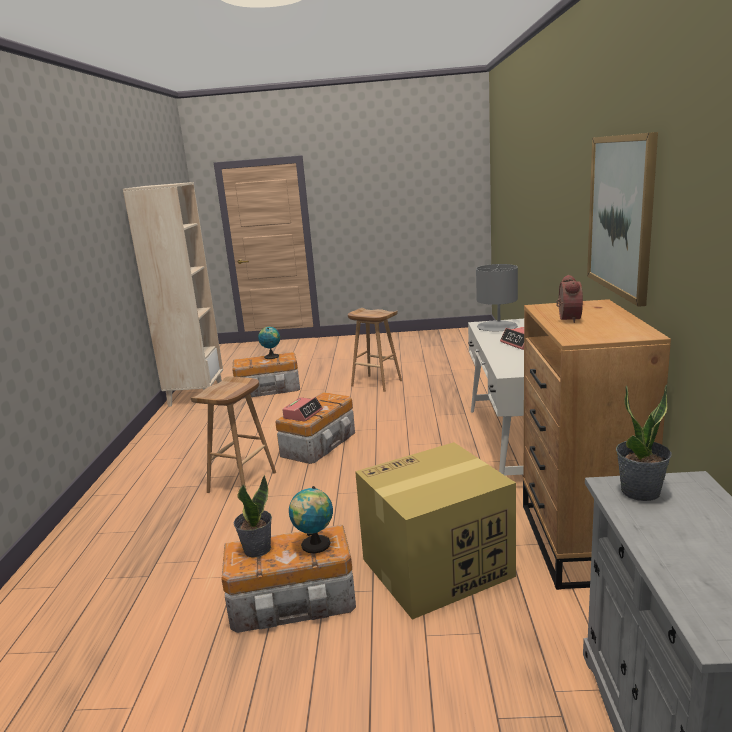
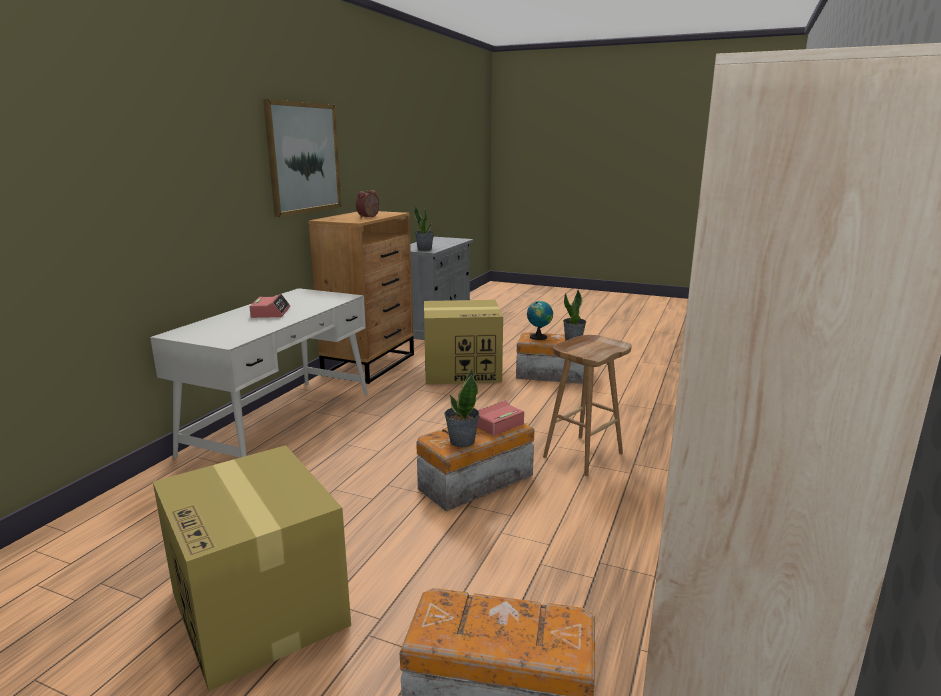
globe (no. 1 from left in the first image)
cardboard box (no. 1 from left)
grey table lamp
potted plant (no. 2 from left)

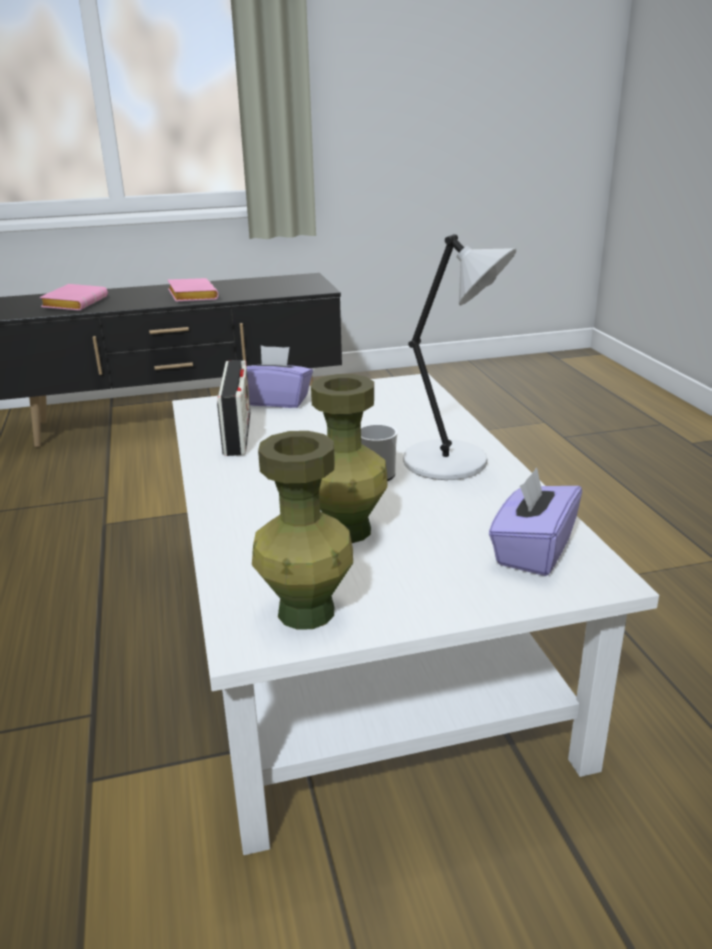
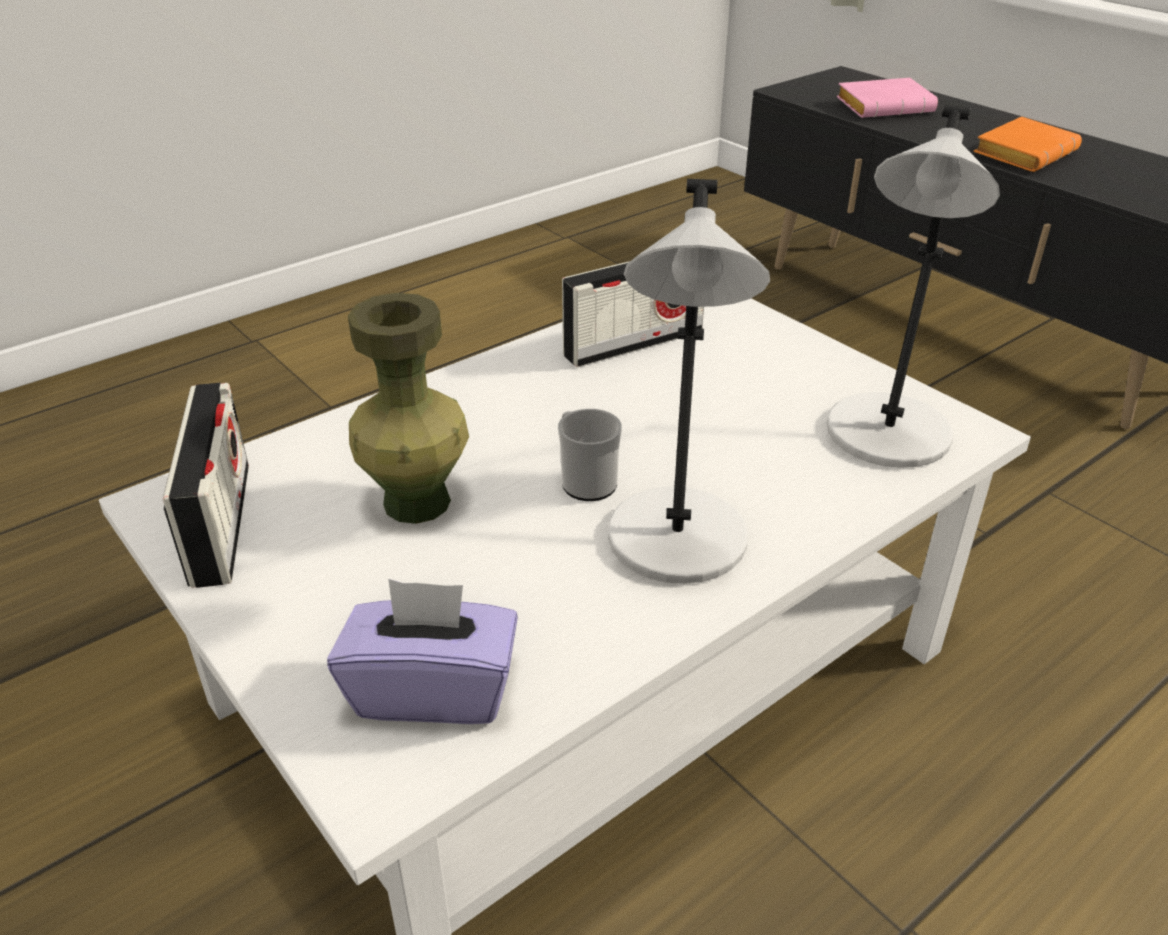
orange book
purple tissue box (no. 1 from left in the first image)
radio (no. 1 from left)
grey table lamp (no. 2 from left)

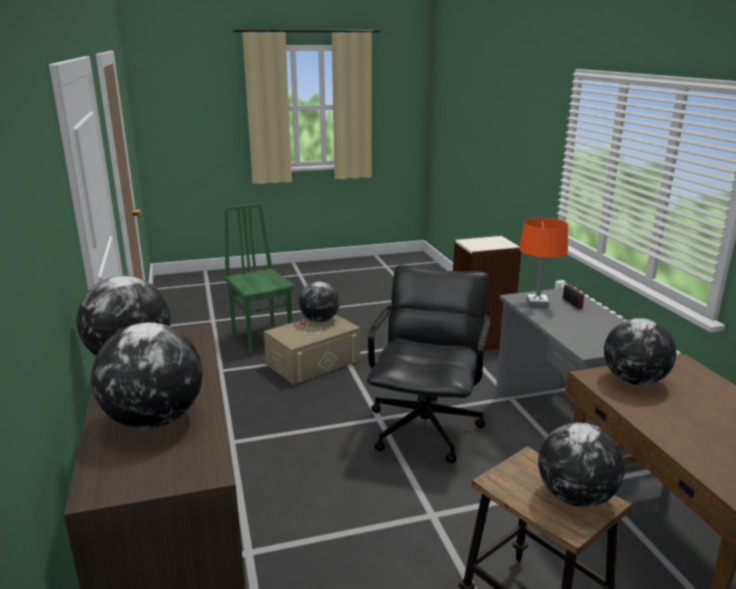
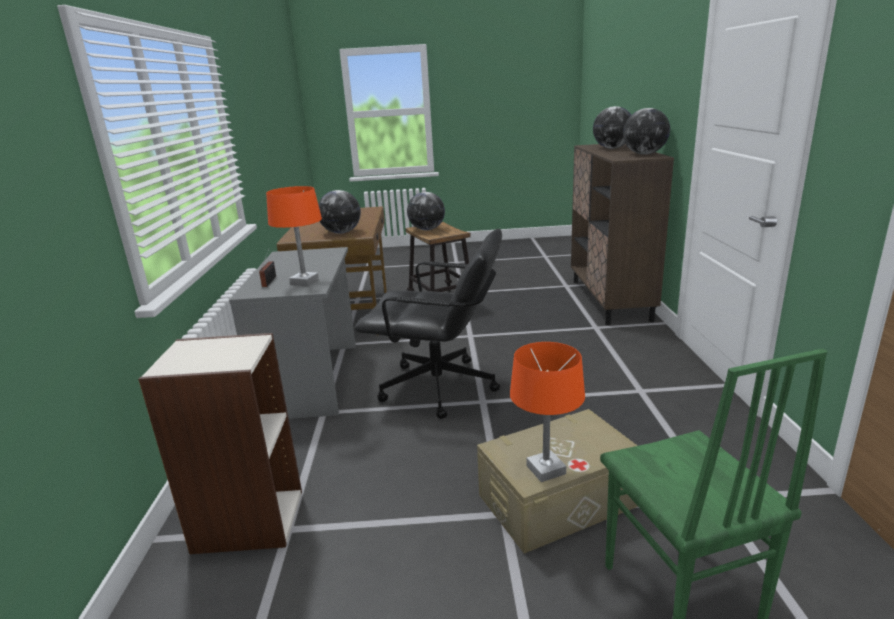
orange table lamp (no. 2 from left)
black office chair

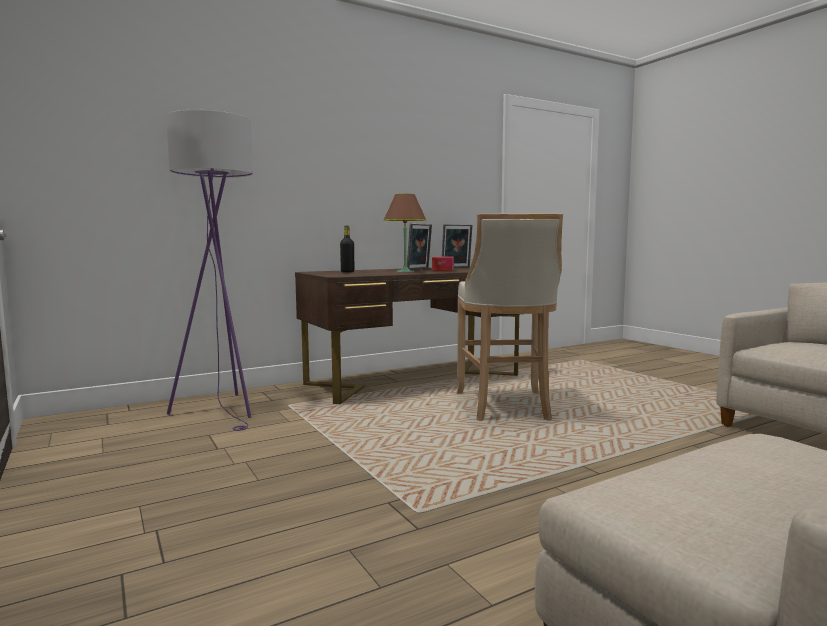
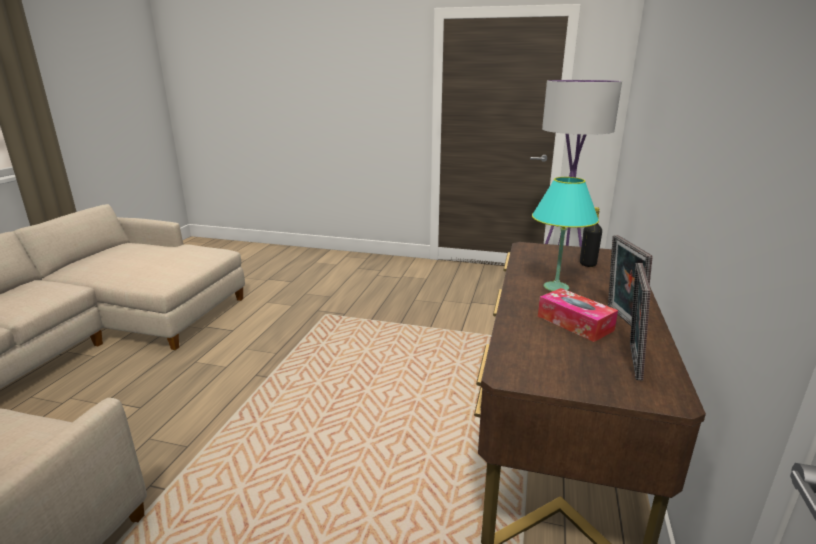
turquoise table lamp
beige stool

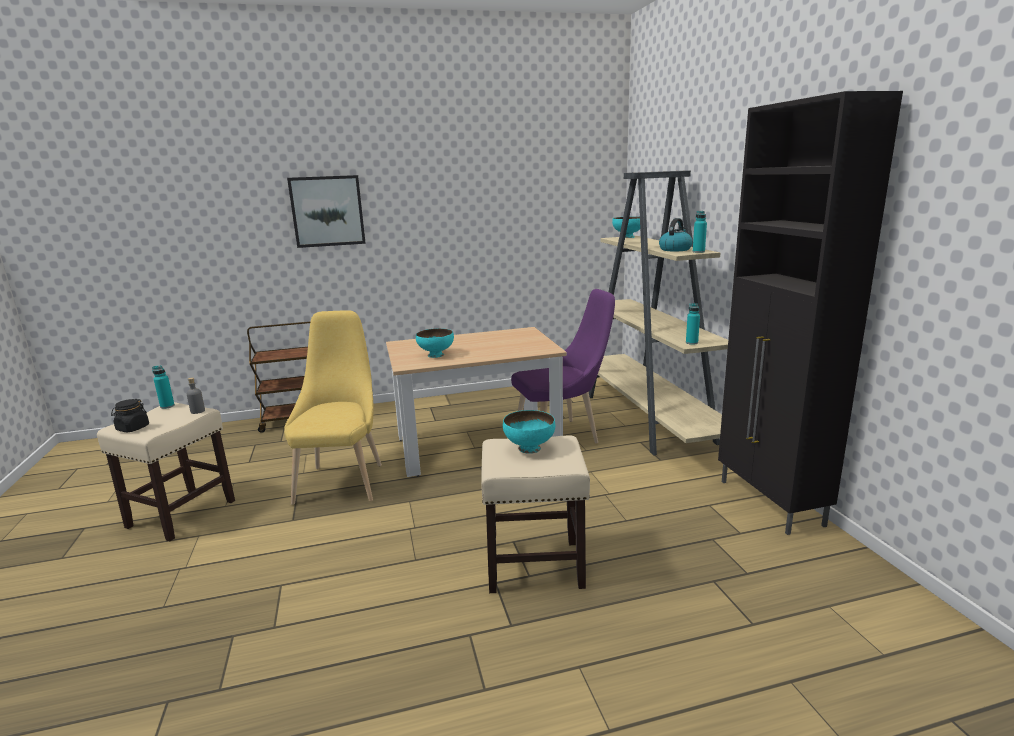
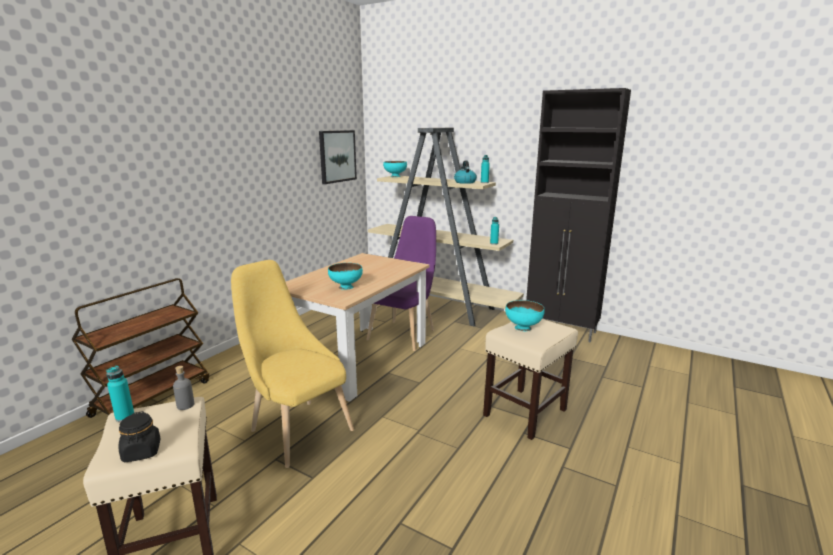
picture

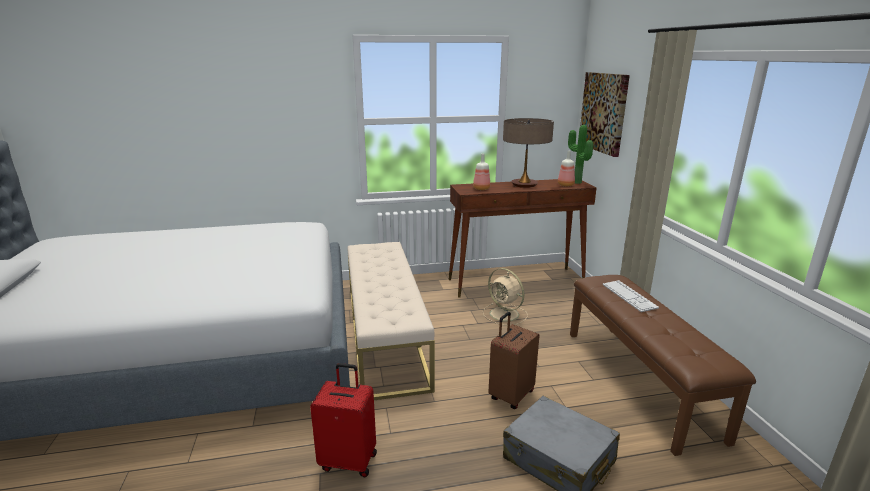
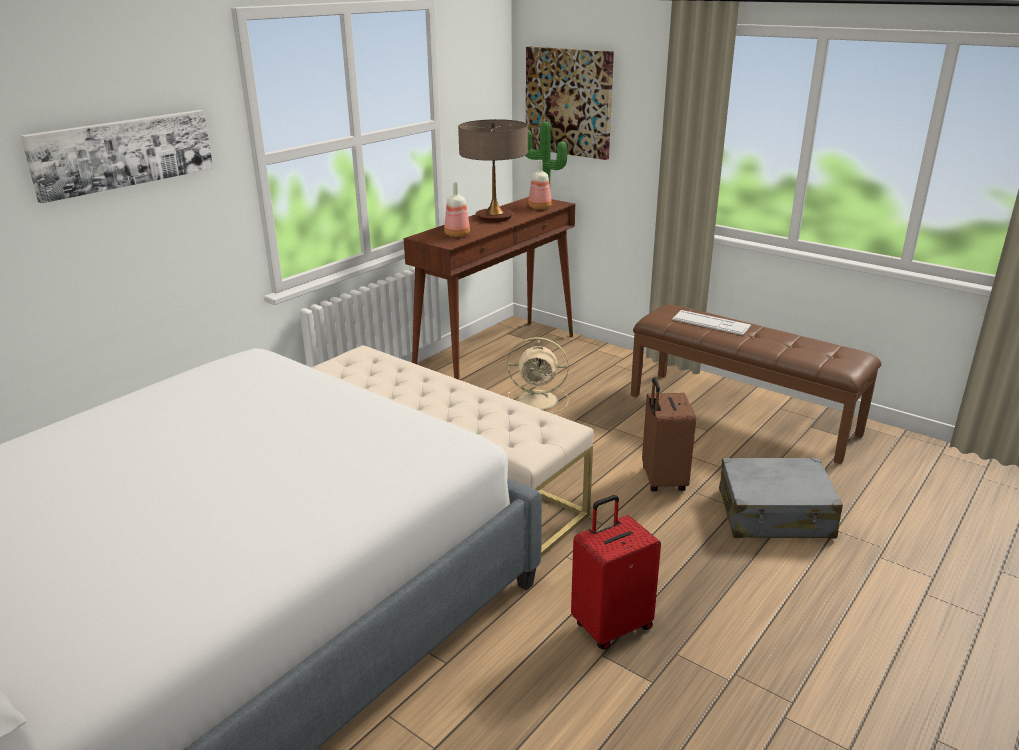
picture (no. 1 from left)

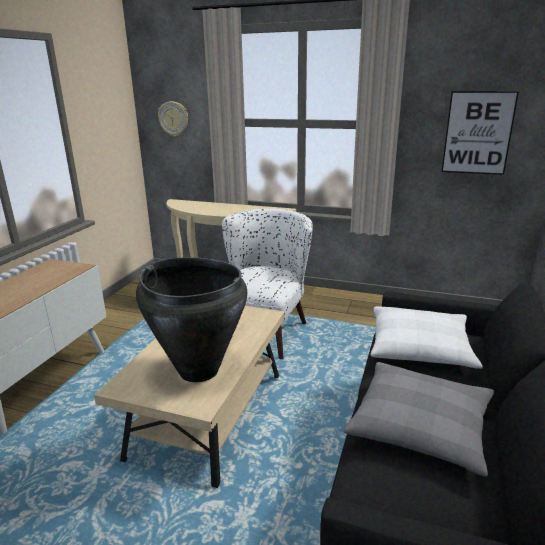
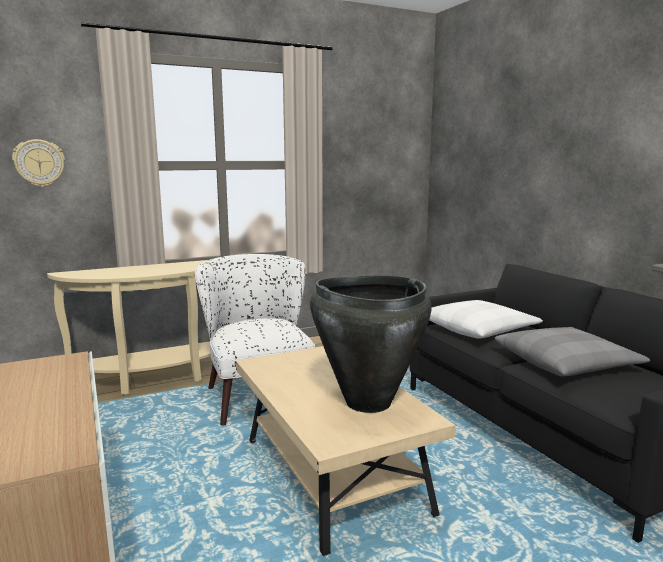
picture

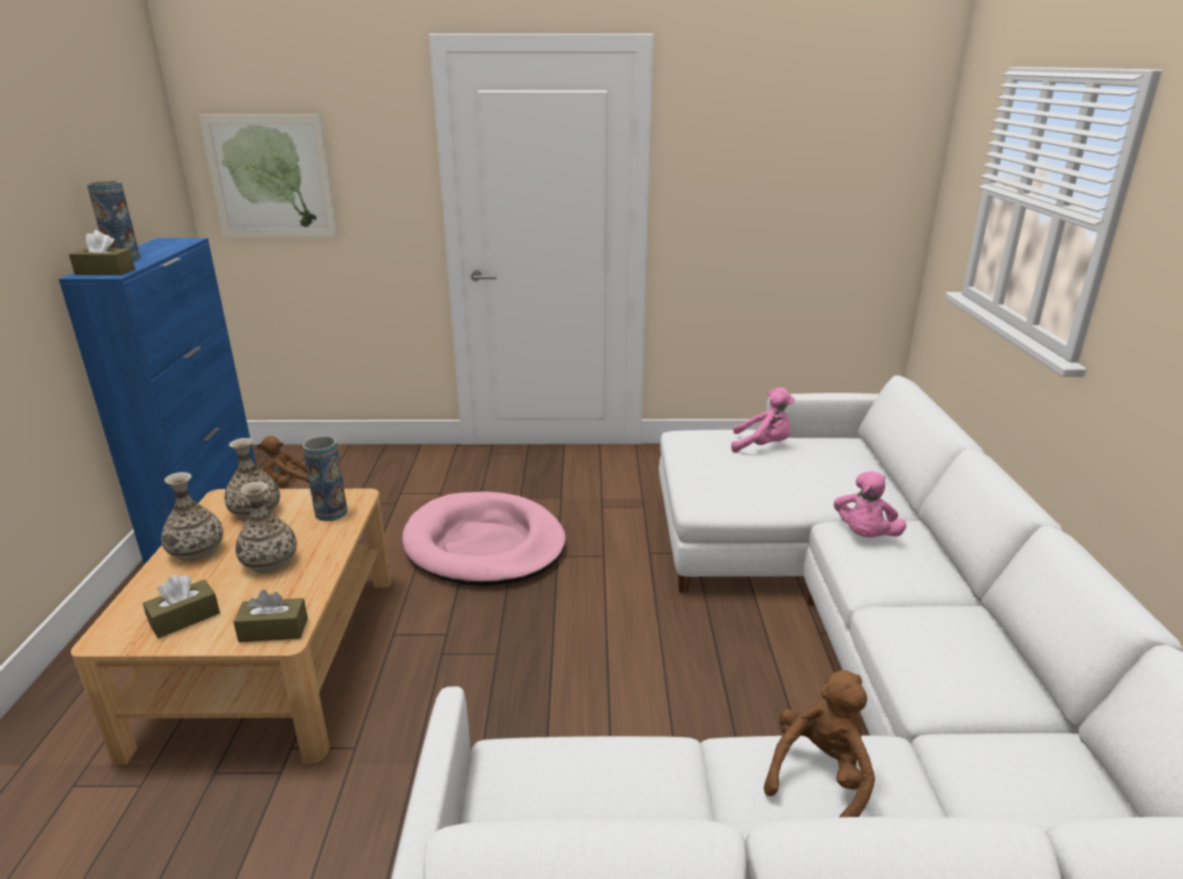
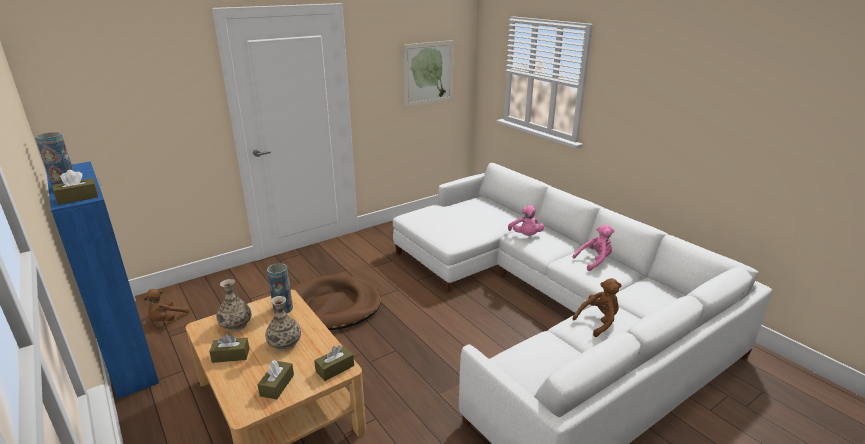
brown tissue box (no. 2 from left)
picture
brown dog bed
pink plush toy (no. 2 from left)
brown plush toy (no. 2 from left)

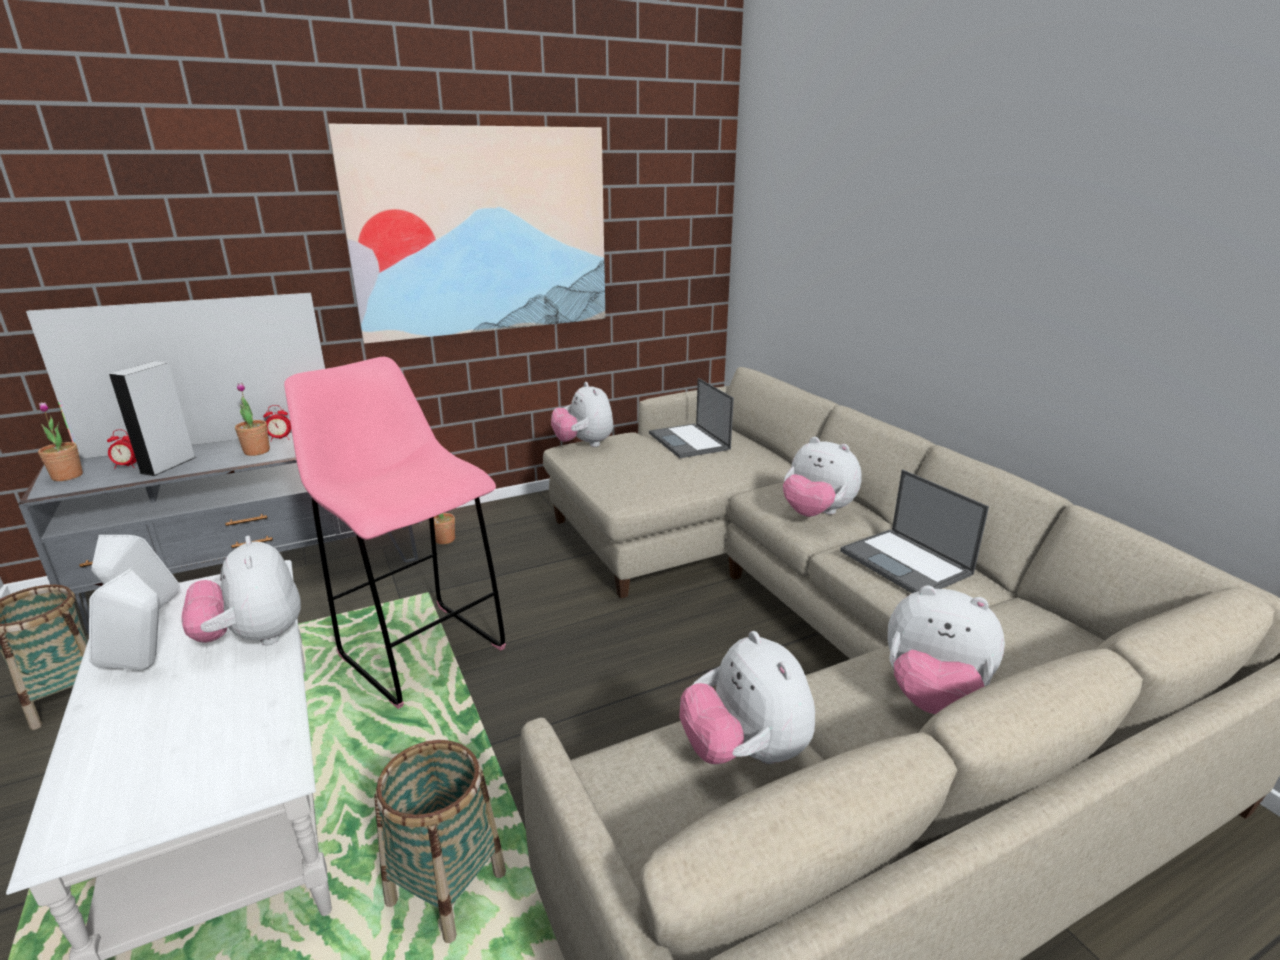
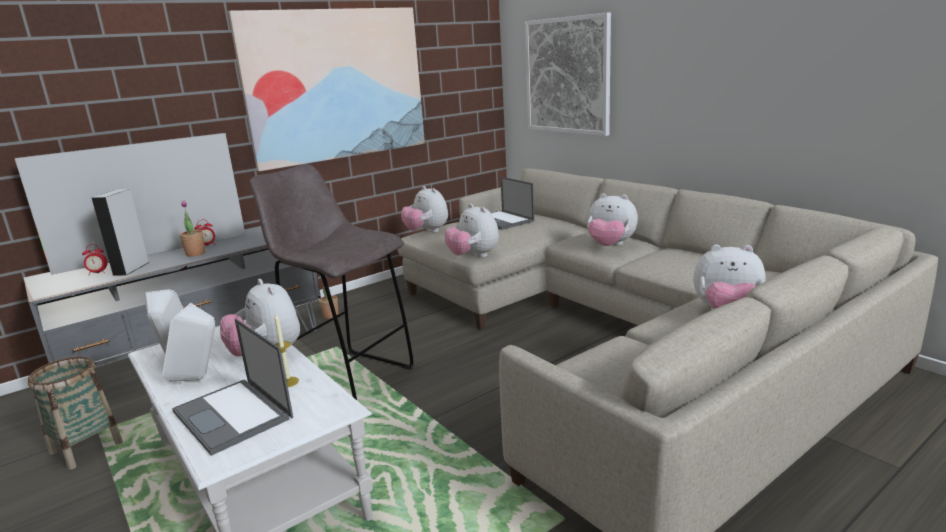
potted plant (no. 1 from left in the first image)
grey stool
basket (no. 2 from left in the first image)
plush toy (no. 3 from left)
laptop (no. 1 from left)
candle
picture (no. 2 from left)

